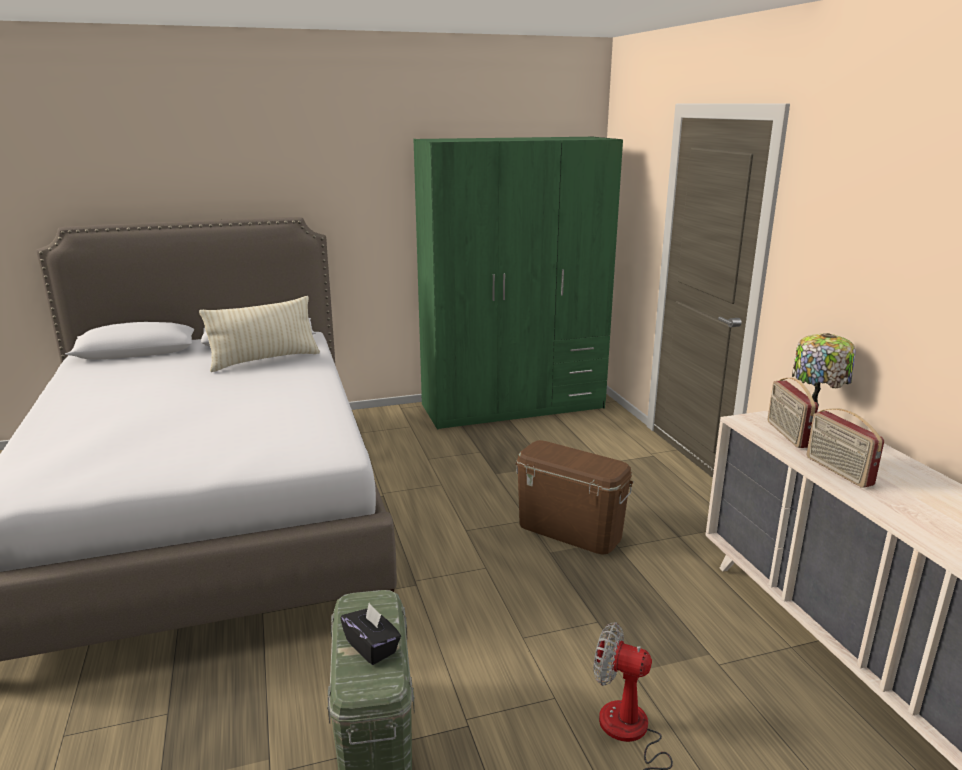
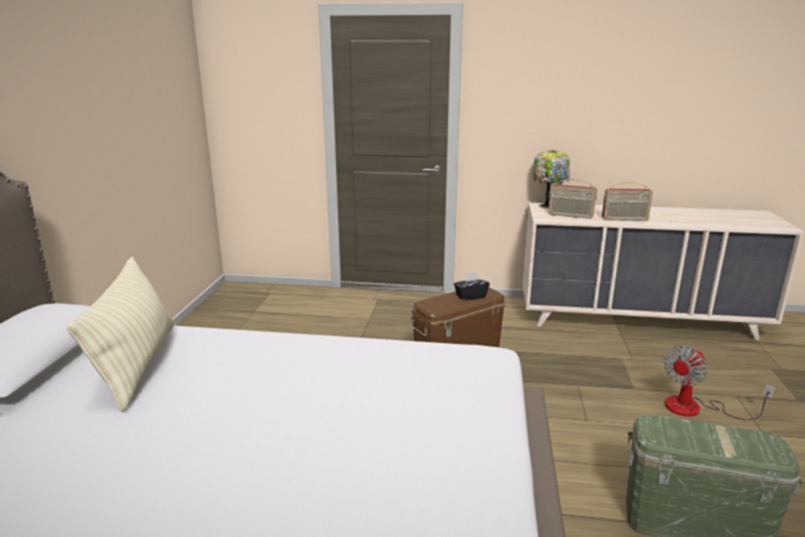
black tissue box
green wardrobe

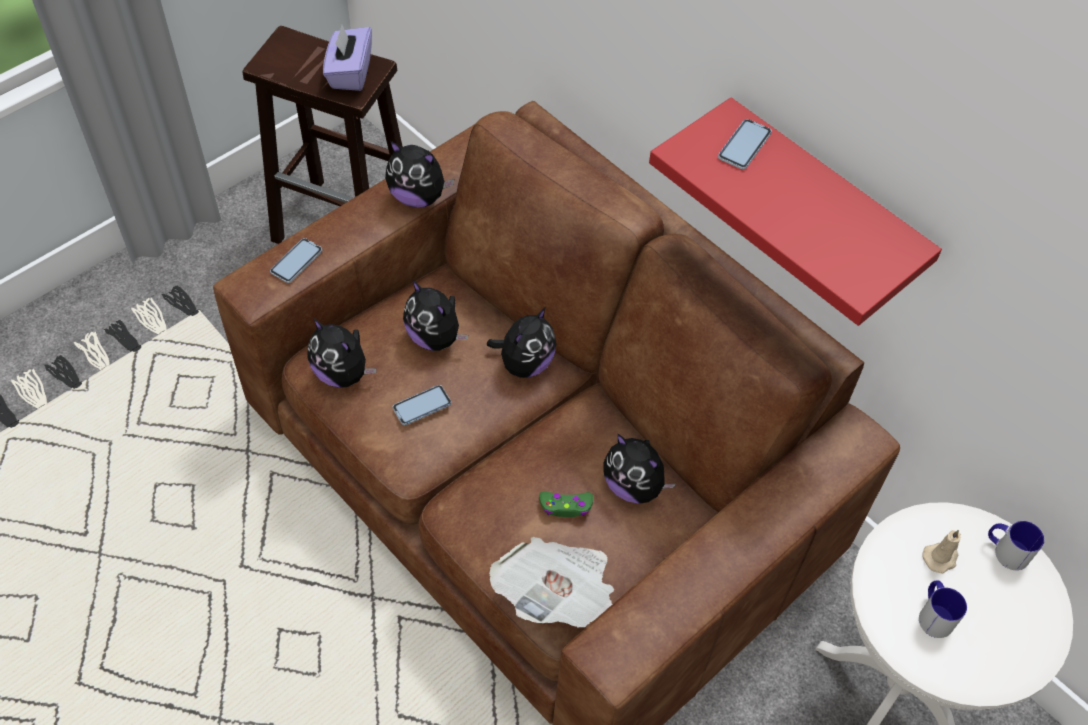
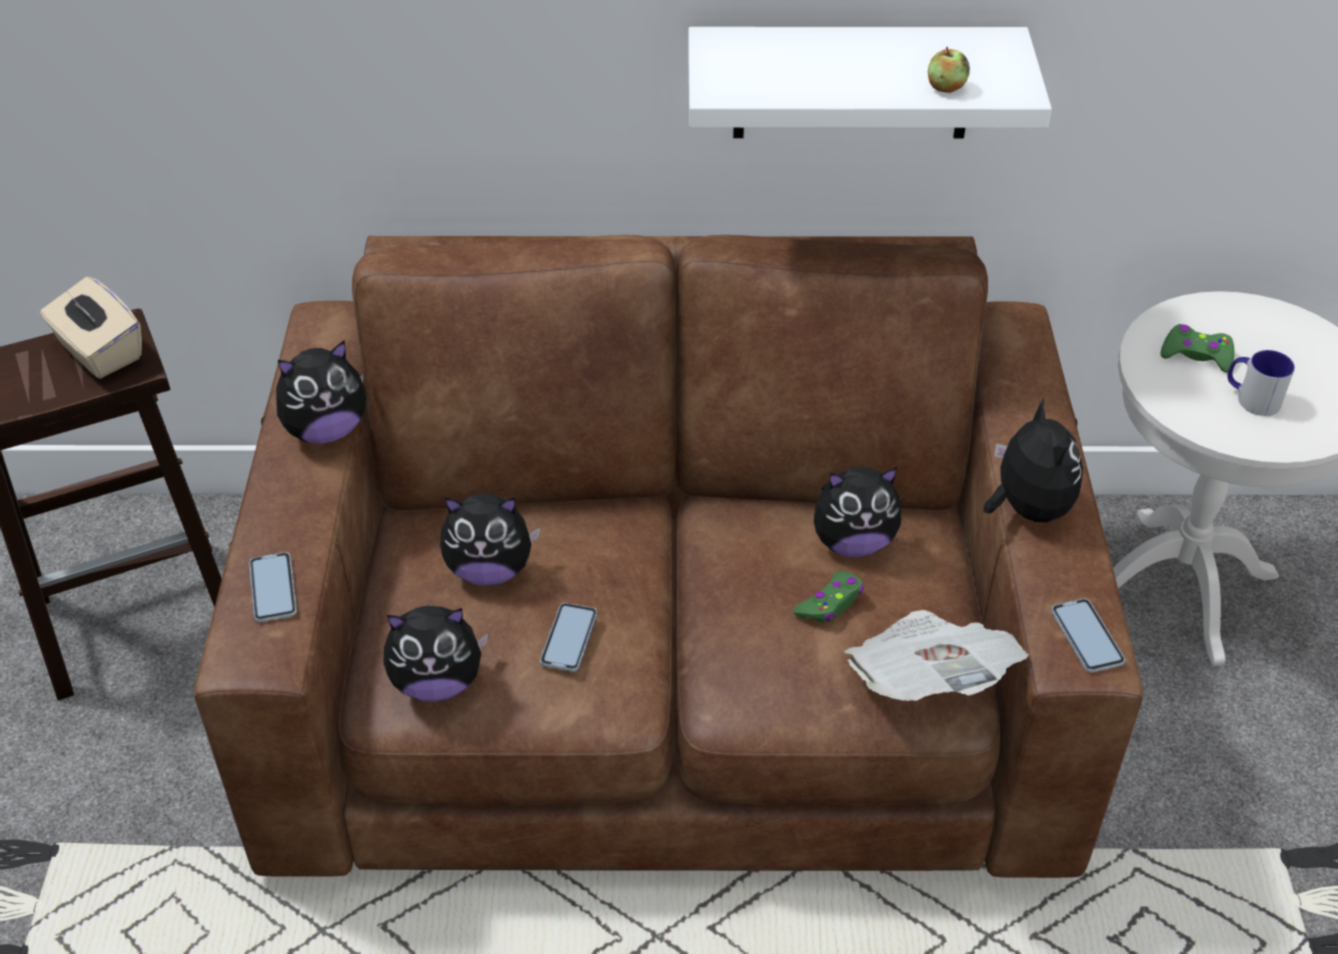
beige tissue box
plush toy (no. 5 from left)
white shelf
phone (no. 3 from left)
green game controller (no. 2 from left)
mug (no. 2 from left in the first image)
apple

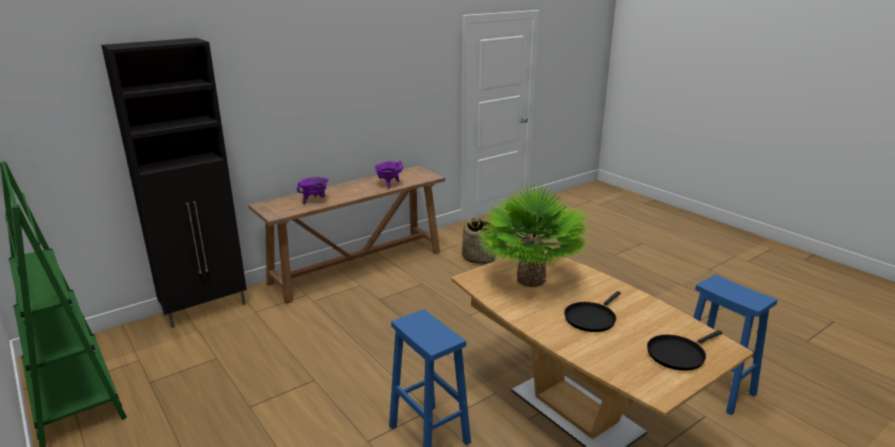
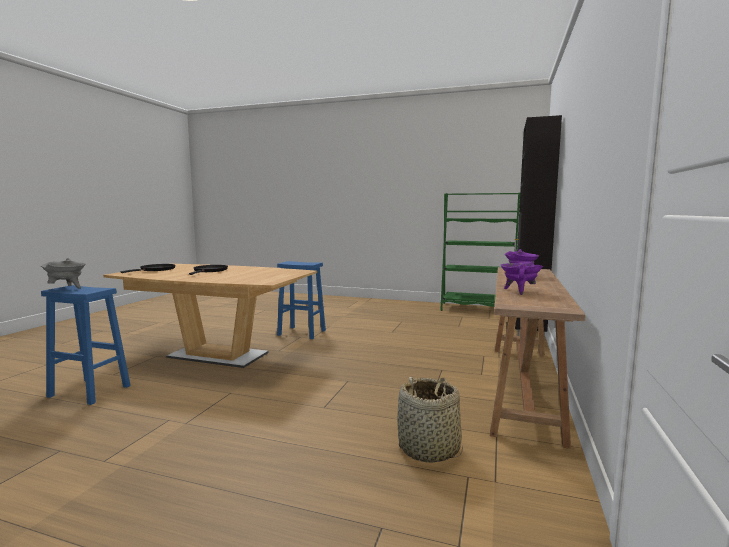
potted plant
grey cooking pot

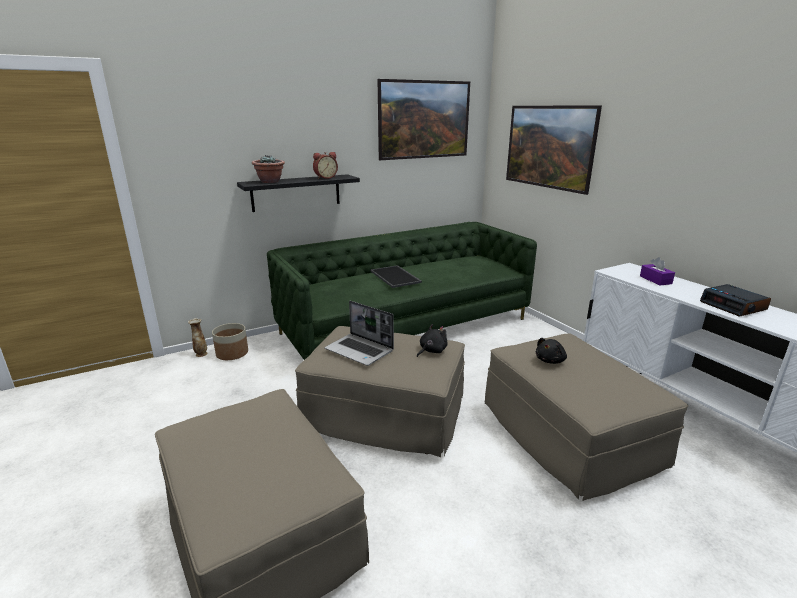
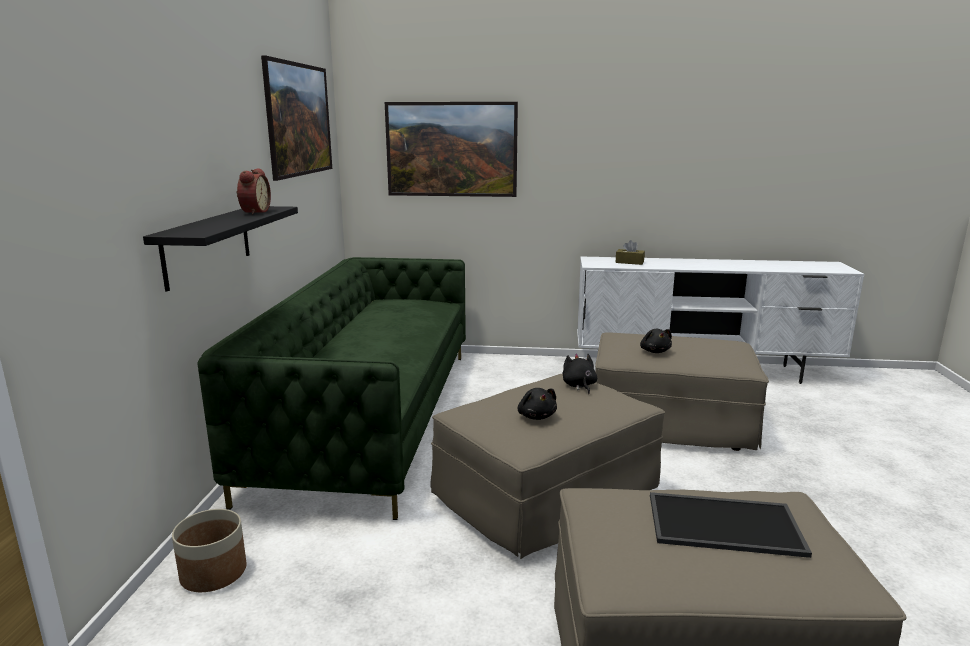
vase
potted plant
black plush toy (no. 1 from left)
tray
brown tissue box
alarm clock (no. 2 from left in the first image)

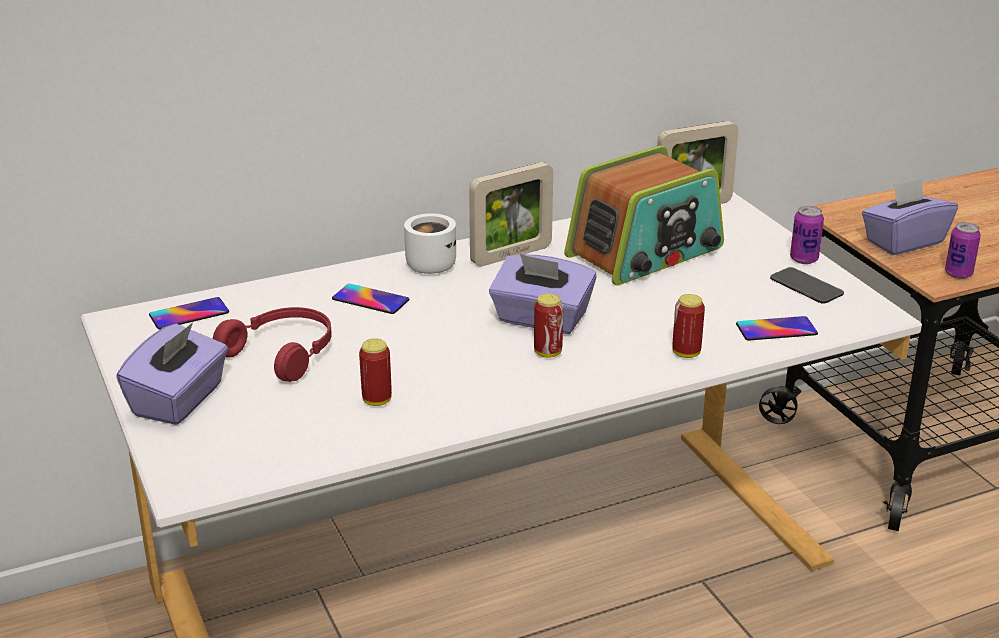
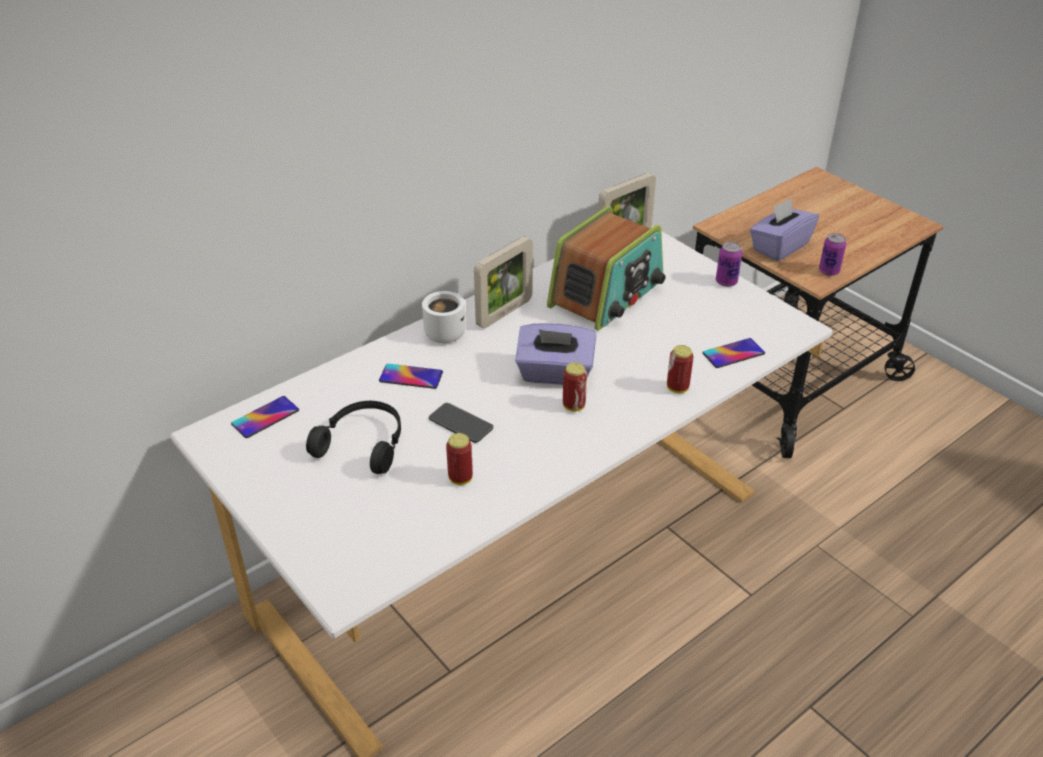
purple tissue box (no. 1 from left in the first image)
black headphones
phone (no. 3 from left)

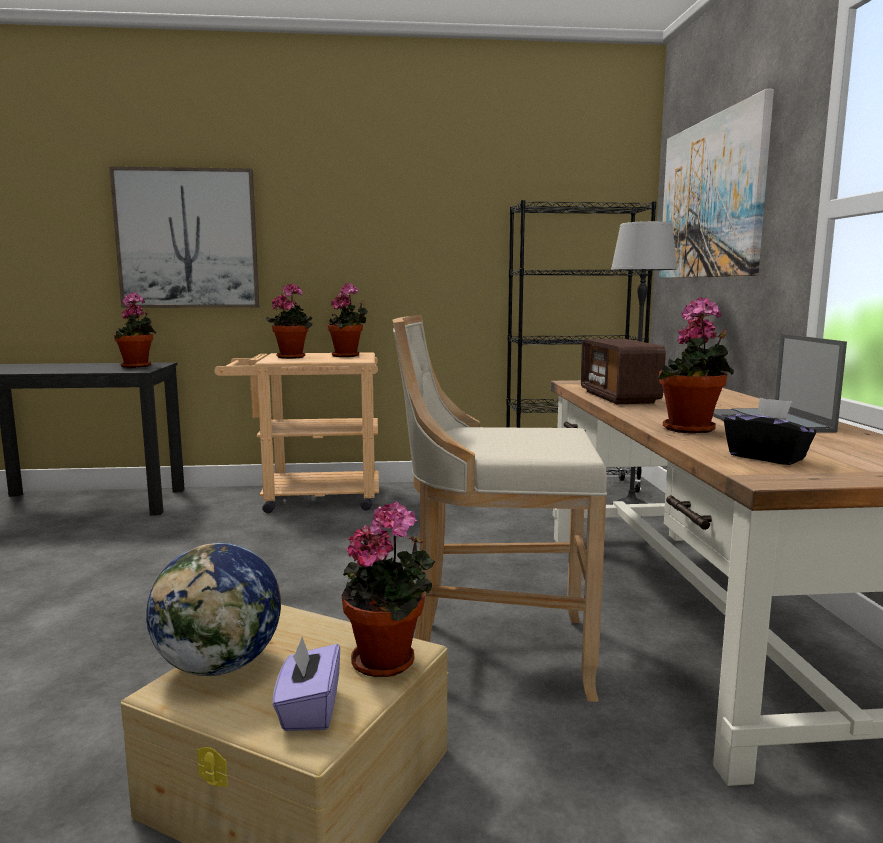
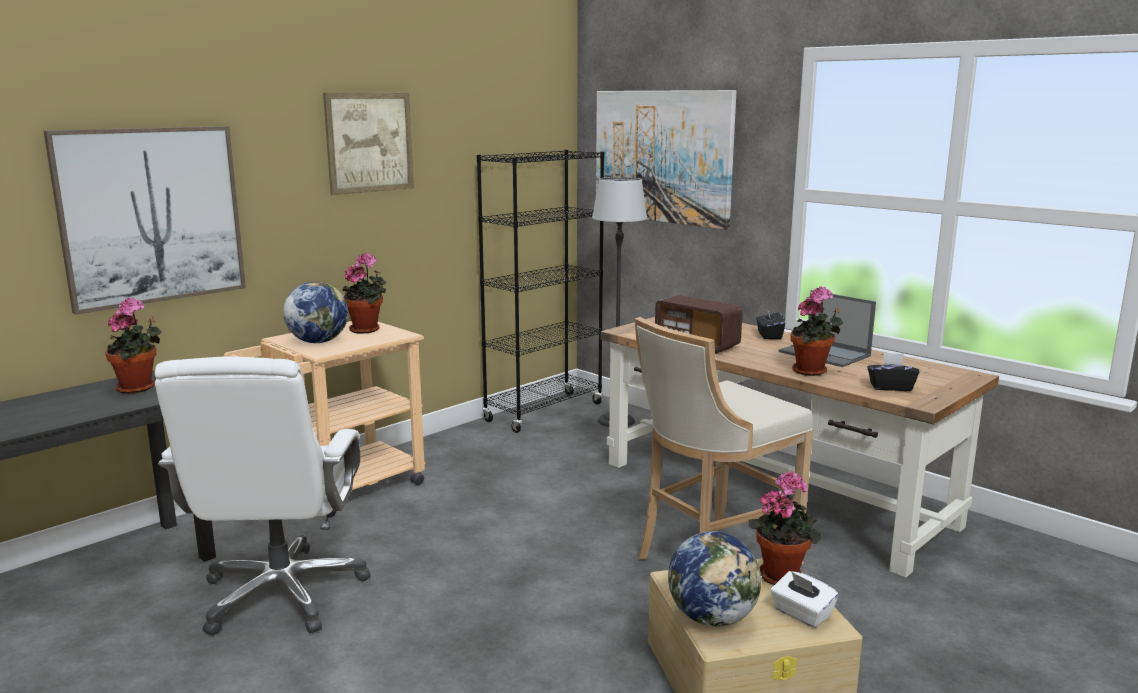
globe (no. 1 from left)
white tissue box
white office chair
picture (no. 2 from left)
black tissue box (no. 1 from left)

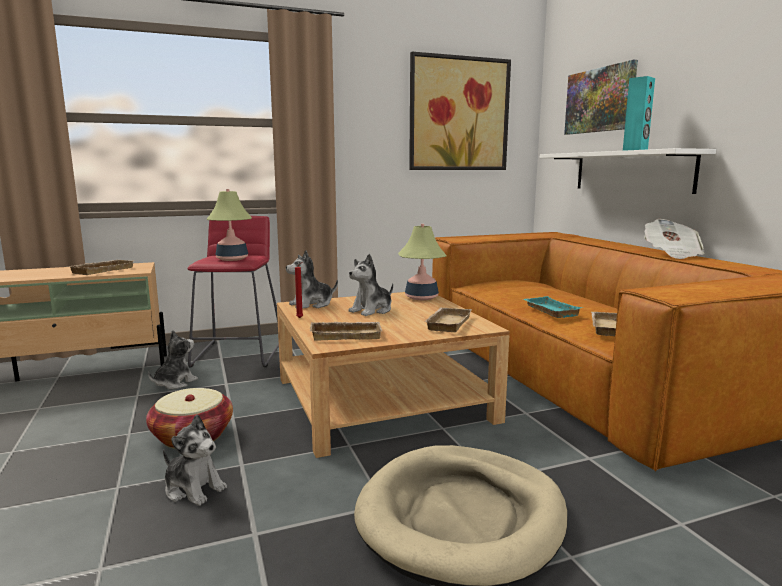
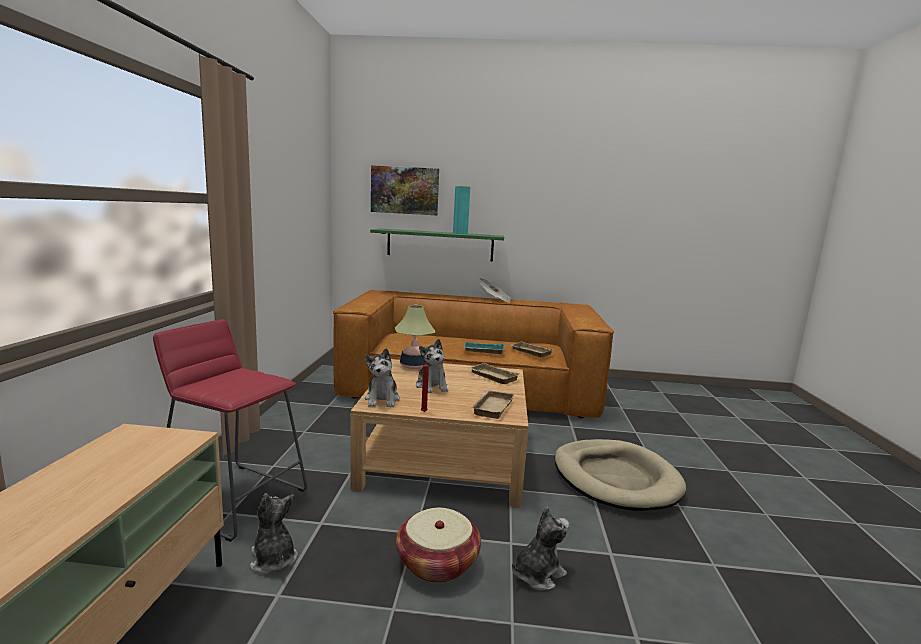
beige tray (no. 1 from left in the first image)
table lamp (no. 1 from left in the first image)
picture (no. 1 from left in the first image)
green shelf

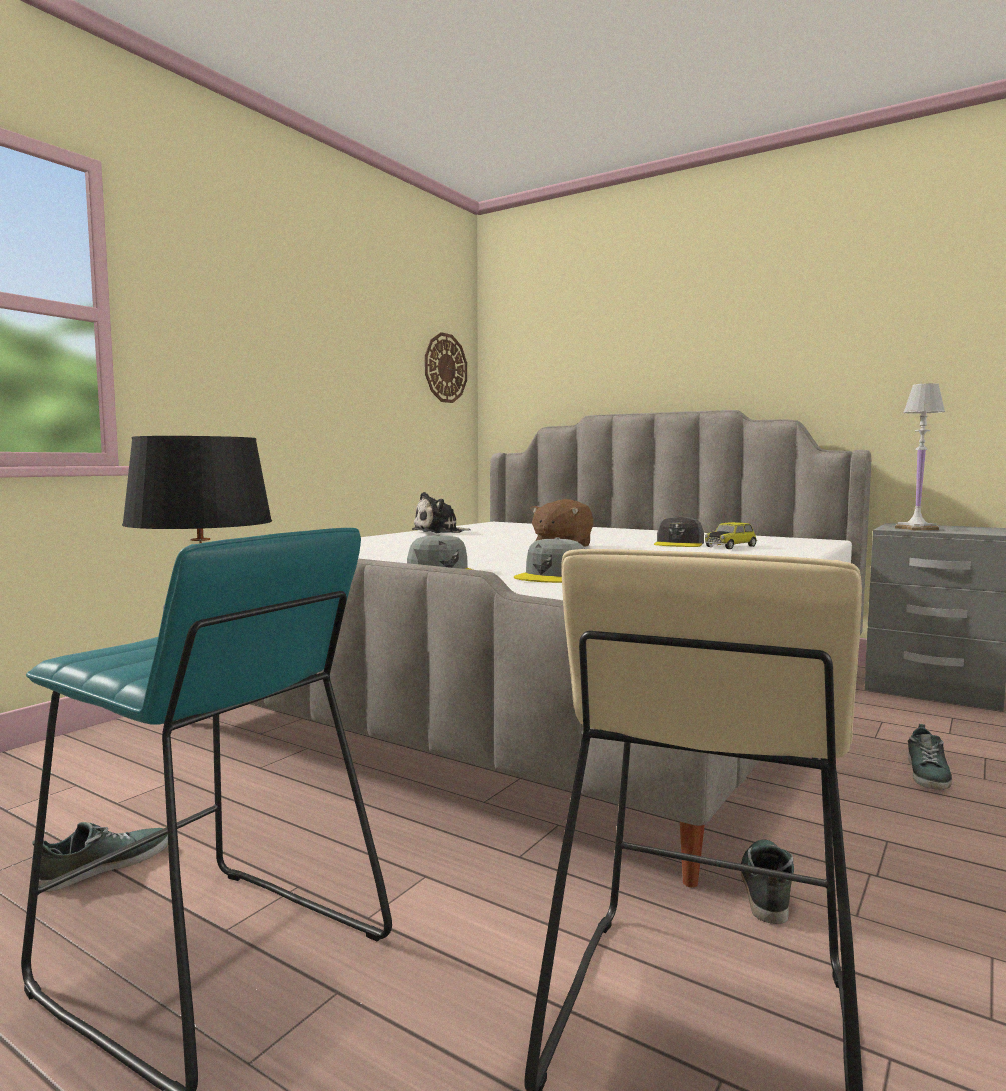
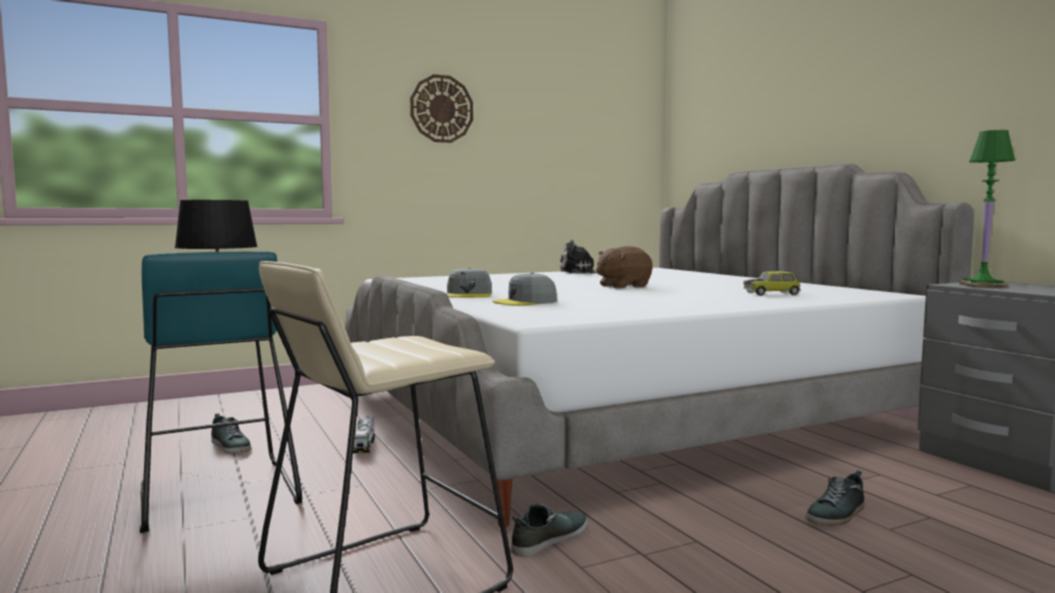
shoe (no. 1 from left)
wall clock
grey cap (no. 3 from left in the first image)
green table lamp
toy truck

